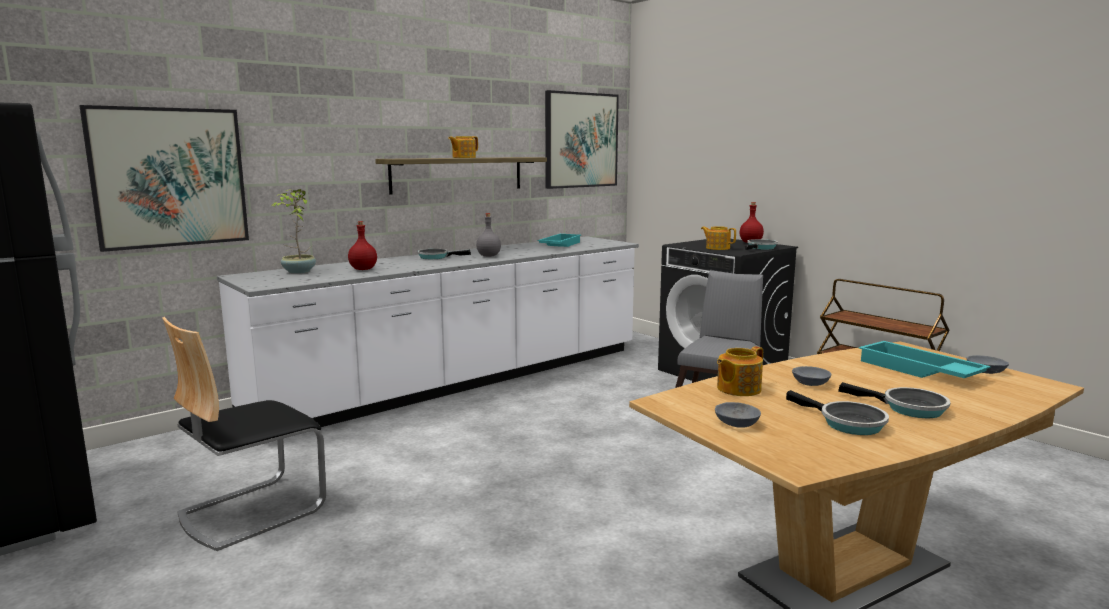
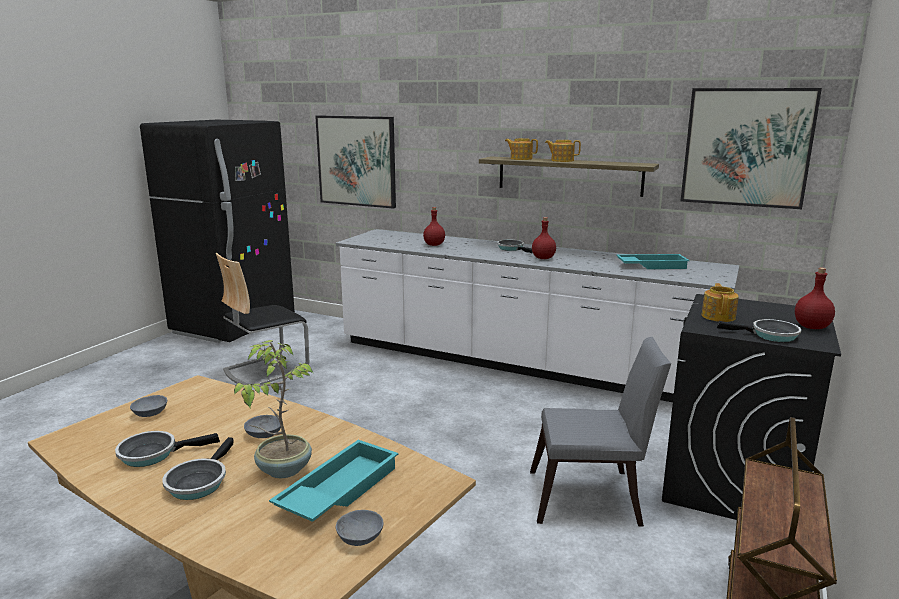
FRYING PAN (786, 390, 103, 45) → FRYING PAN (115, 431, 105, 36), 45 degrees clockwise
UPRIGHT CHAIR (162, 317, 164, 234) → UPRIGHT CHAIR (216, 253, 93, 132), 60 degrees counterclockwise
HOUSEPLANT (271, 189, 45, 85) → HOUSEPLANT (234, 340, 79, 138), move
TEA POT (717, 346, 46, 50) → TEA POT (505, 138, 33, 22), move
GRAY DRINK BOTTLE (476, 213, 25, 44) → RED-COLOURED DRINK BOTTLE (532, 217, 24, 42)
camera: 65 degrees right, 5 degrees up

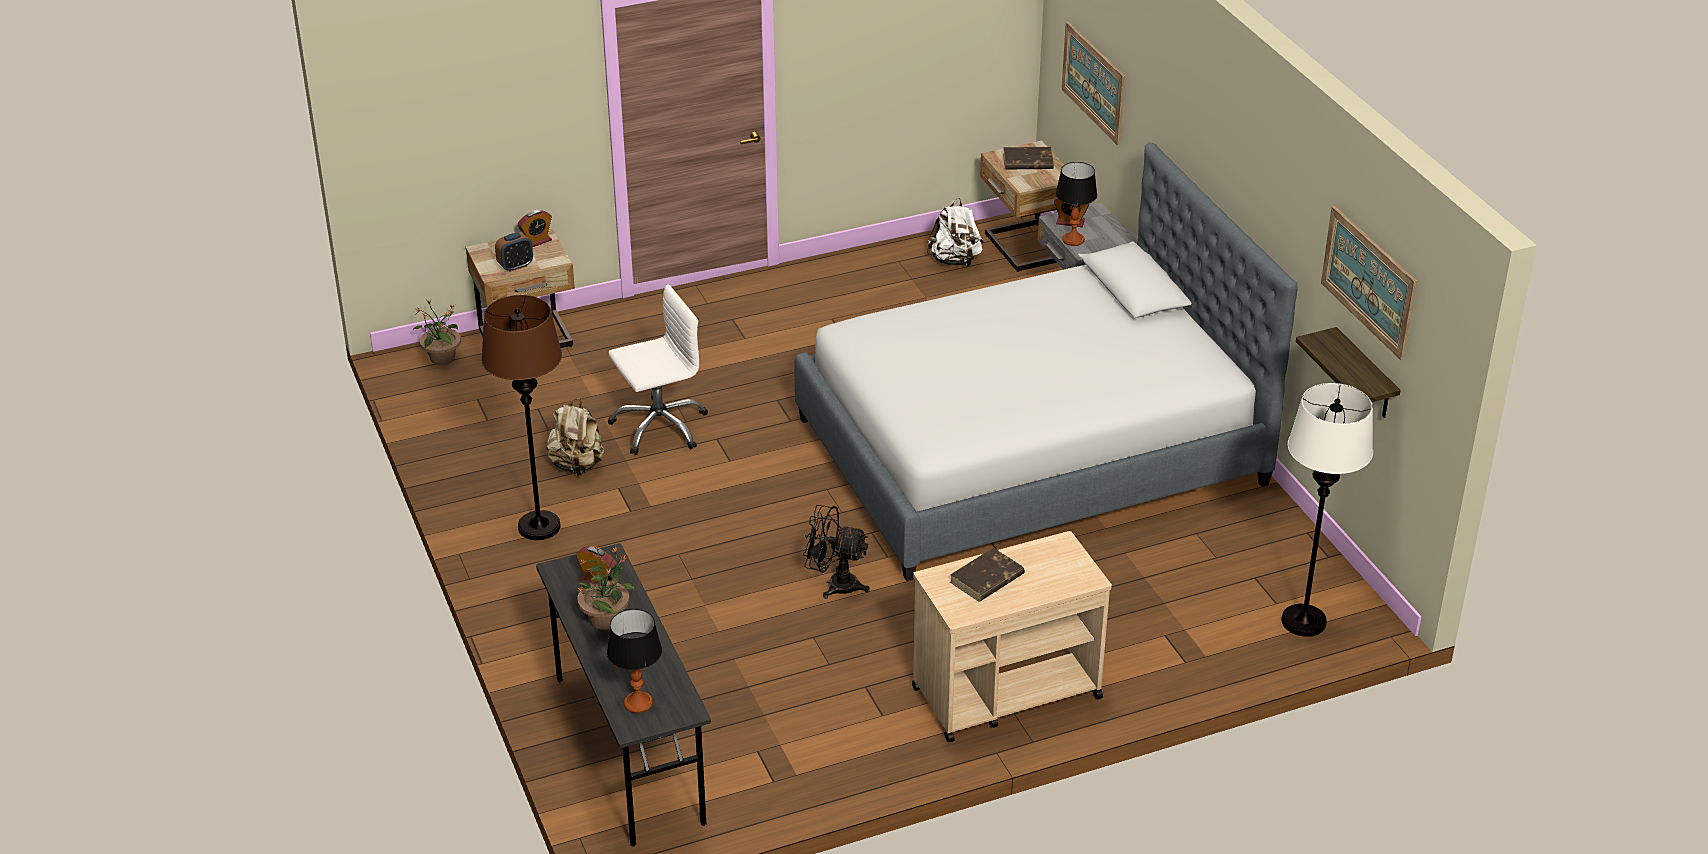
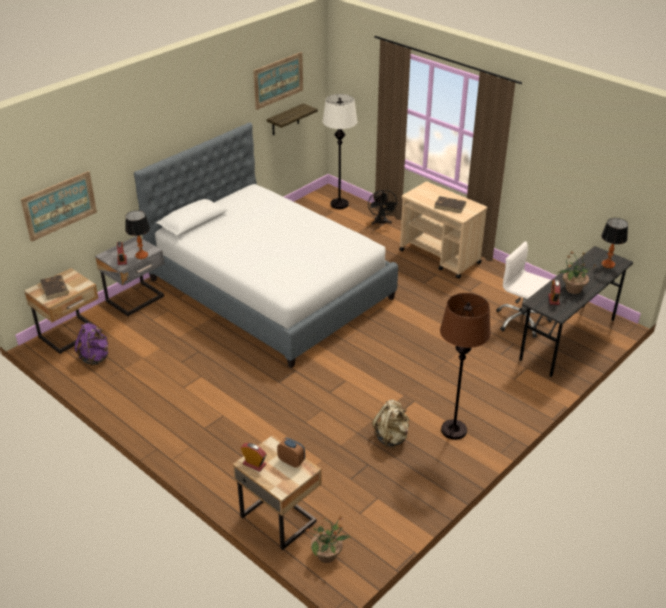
WHITE BACKPACK (926, 198, 58, 69) → PURPLE-COLOURED BACKPACK (74, 323, 34, 43)
BLACK ELECTRIC FAN (803, 505, 67, 94) → BLACK ELECTRIC FAN (368, 190, 30, 35), move
WHITE COMPUTER CHAIR (608, 284, 100, 171) → WHITE COMPUTER CHAIR (496, 241, 56, 97), move
camera: 115 degrees left, 0 degrees up

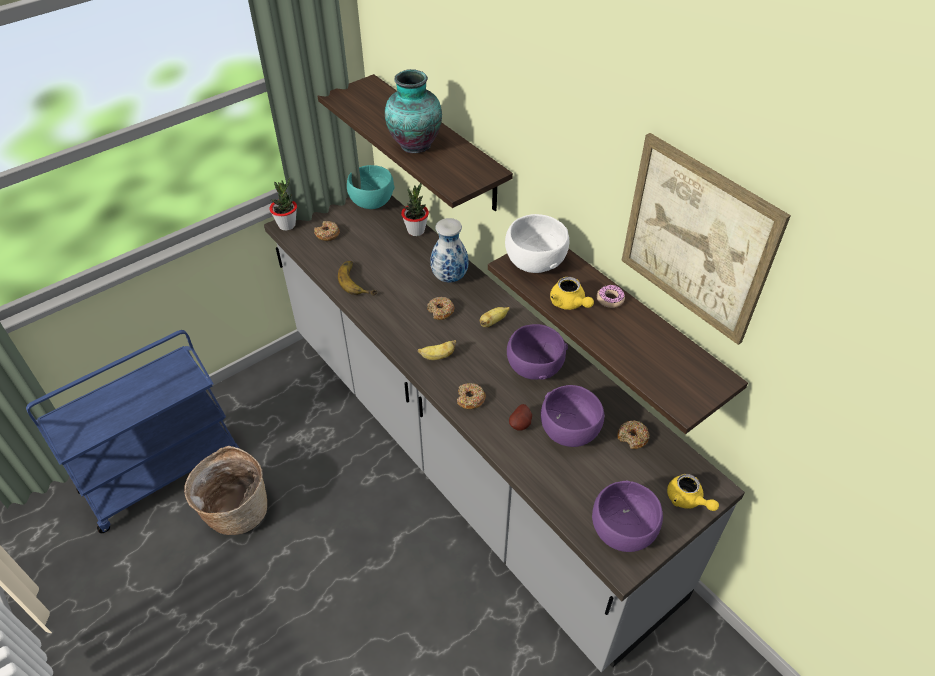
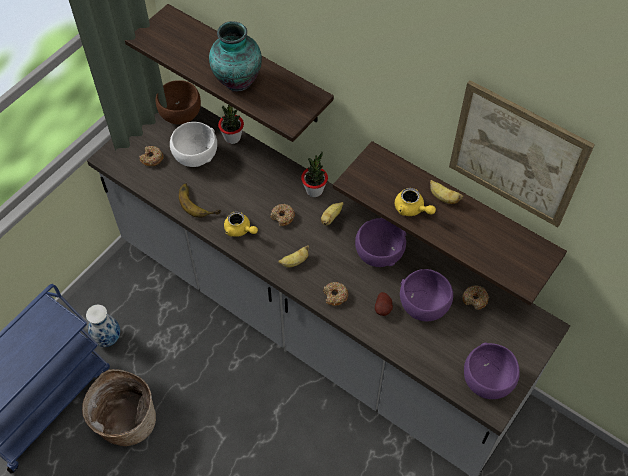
VASE (430, 218, 39, 64) → VASE (86, 305, 34, 42), move
BLUE-GREEN BOWL (347, 165, 48, 44) → BROWN-COLOURED BOWL (156, 80, 45, 44)
WHITE BOWL (505, 214, 65, 59) → WHITE BOWL (170, 122, 47, 45), move
YELLOW-COLOURED TEA POT (667, 474, 52, 37) → YELLOW-COLOURED TEA POT (224, 211, 34, 26), move
HOUSEPLANT (269, 178, 28, 53) → HOUSEPLANT (301, 152, 27, 45), move
DOUGHNUT (597, 285, 28, 23) → BANANA (430, 180, 33, 24)
camera: 15 degrees left, 10 degrees up

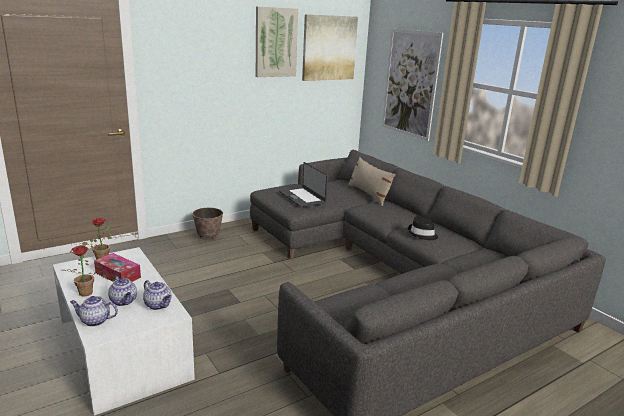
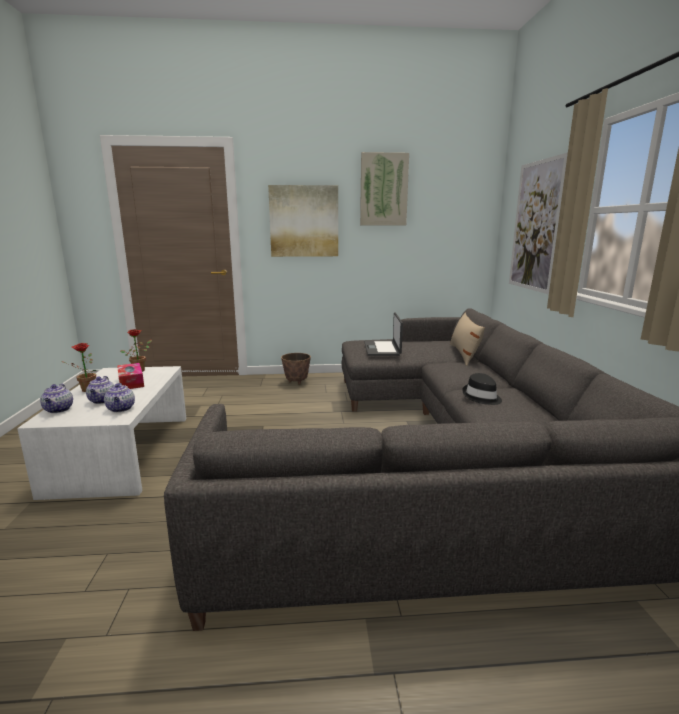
TEA POT (70, 296, 48, 30) → TEA POT (40, 383, 33, 30), 135 degrees counterclockwise
WALL PICTURE (302, 14, 56, 67) → WALL PICTURE (268, 185, 70, 72), move
camera: 30 degrees right, 5 degrees down

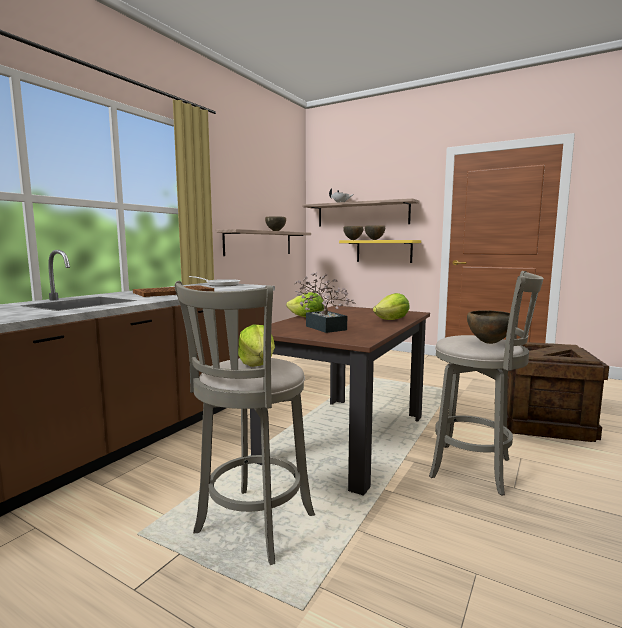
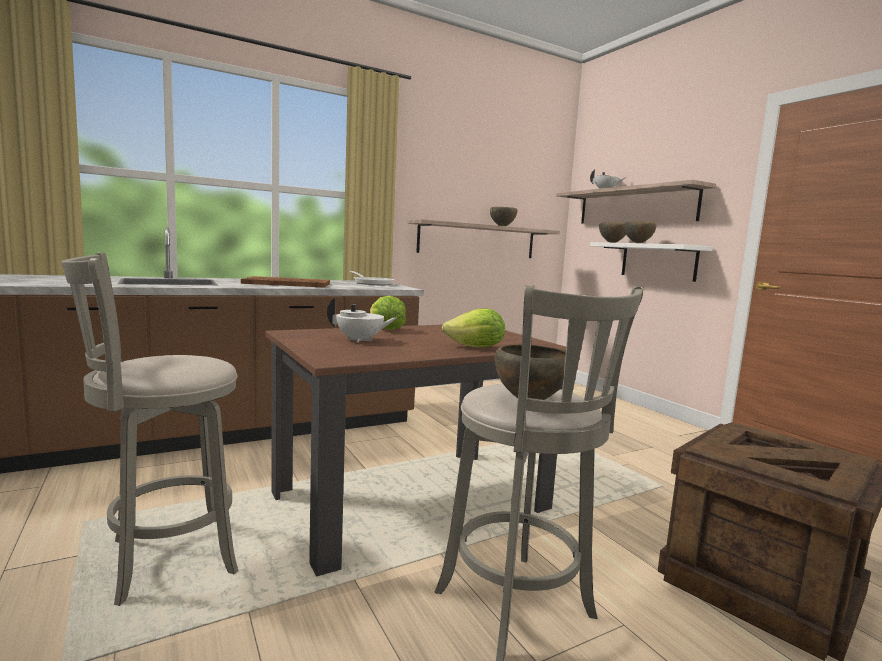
HOUSEPLANT (294, 272, 61, 61) → WHITE TEA POT (327, 298, 70, 45)
YELLOW-COLOURED BRACKET SHELF (339, 240, 82, 23) → WHITE BRACKET SHELF (590, 242, 123, 40)
LETTUCE (238, 325, 37, 42) → -
camera: 30 degrees right, 0 degrees up

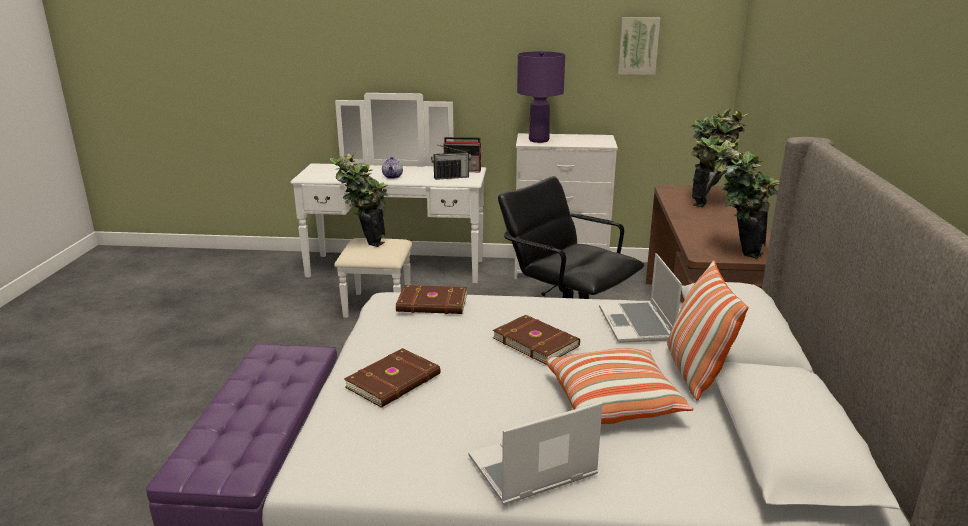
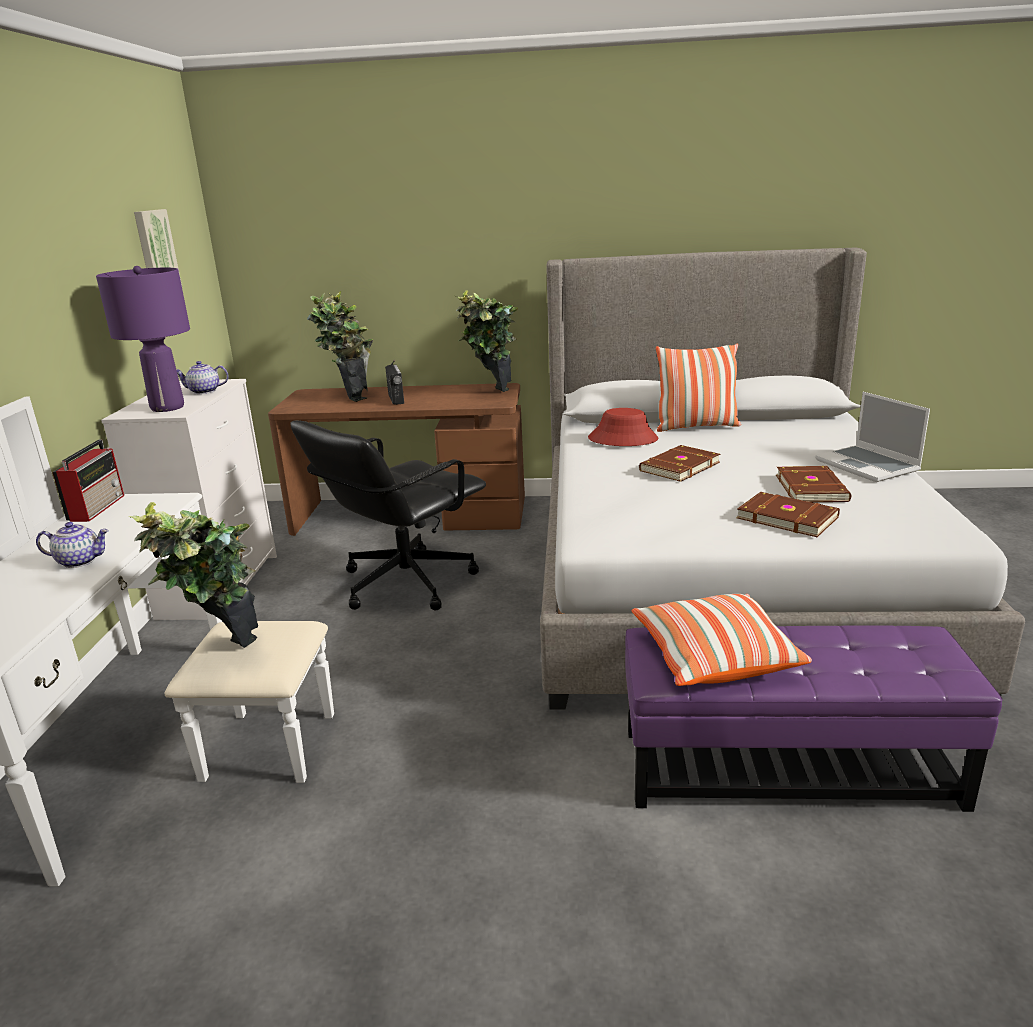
- → TEA POT (177, 361, 52, 33)
RADIO (431, 144, 40, 36) → RADIO (385, 360, 19, 45), move
LAPTOP (599, 253, 83, 90) → RED-COLOURED WEARABLE HAT (588, 408, 70, 38)
THROW PILLOW (545, 348, 149, 76) → THROW PILLOW (632, 594, 180, 92), move
BROWN-COLOURED VOLUME (396, 285, 71, 29) → BROWN-COLOURED VOLUME (776, 466, 75, 36), move
camera: 90 degrees left, 0 degrees up

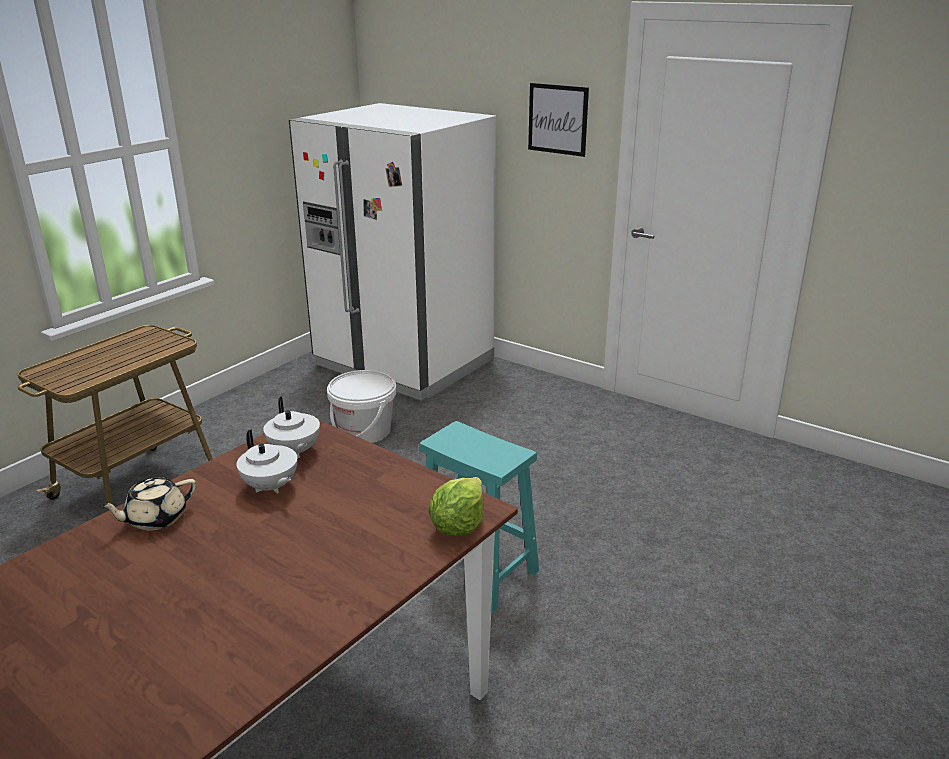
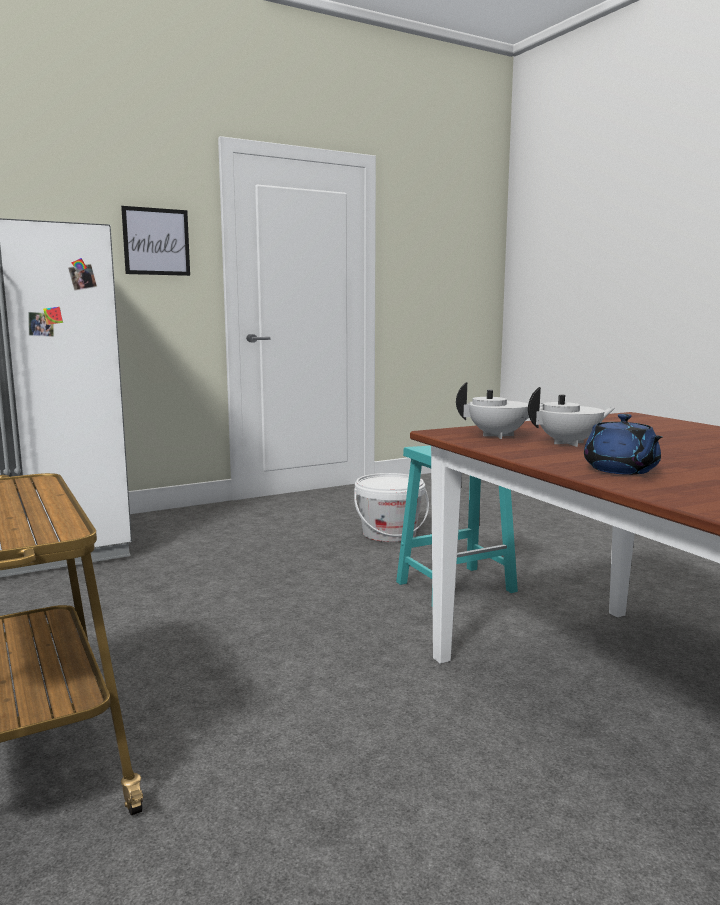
WHITE BUCKET (327, 370, 70, 73) → WHITE BUCKET (354, 473, 75, 69), move
SAND-COLOURED TEA POT (99, 477, 97, 54) → BLUISH TEA POT (584, 414, 79, 61)
LETTUCE (428, 477, 56, 59) → -
camera: 65 degrees left, 15 degrees down

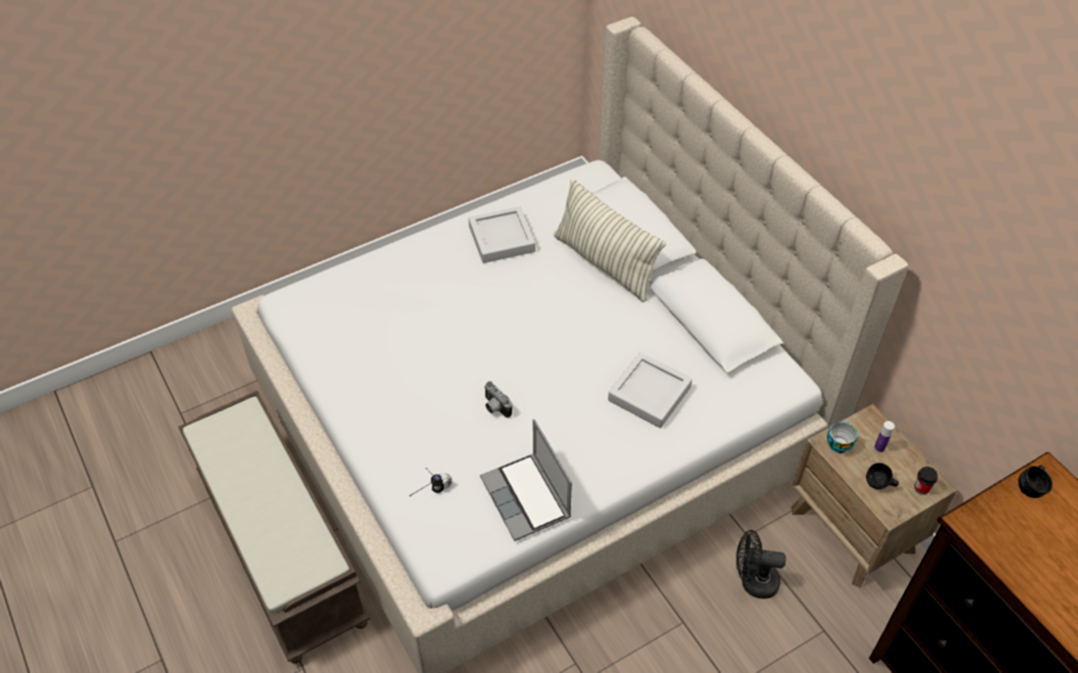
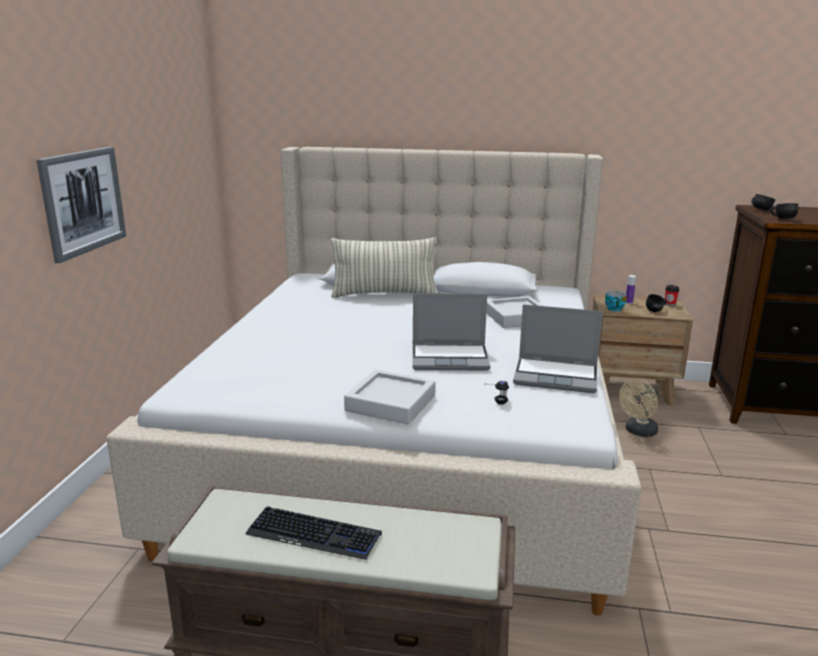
- → WALL PICTURE (37, 147, 89, 116)
- → KEYBOARD (245, 506, 137, 54)
GRAY TRAY (468, 206, 68, 57) → GRAY TRAY (344, 370, 92, 54), move
STILL CAMERA (484, 381, 28, 37) → LAPTOP (413, 293, 77, 78)
BLACK ELECTRIC FAN (736, 530, 50, 69) → SAND-COLOURED ELECTRIC FAN (619, 379, 39, 58)
- → BLACK TEA MUG (770, 203, 29, 16)
camera: 50 degrees left, 30 degrees down

